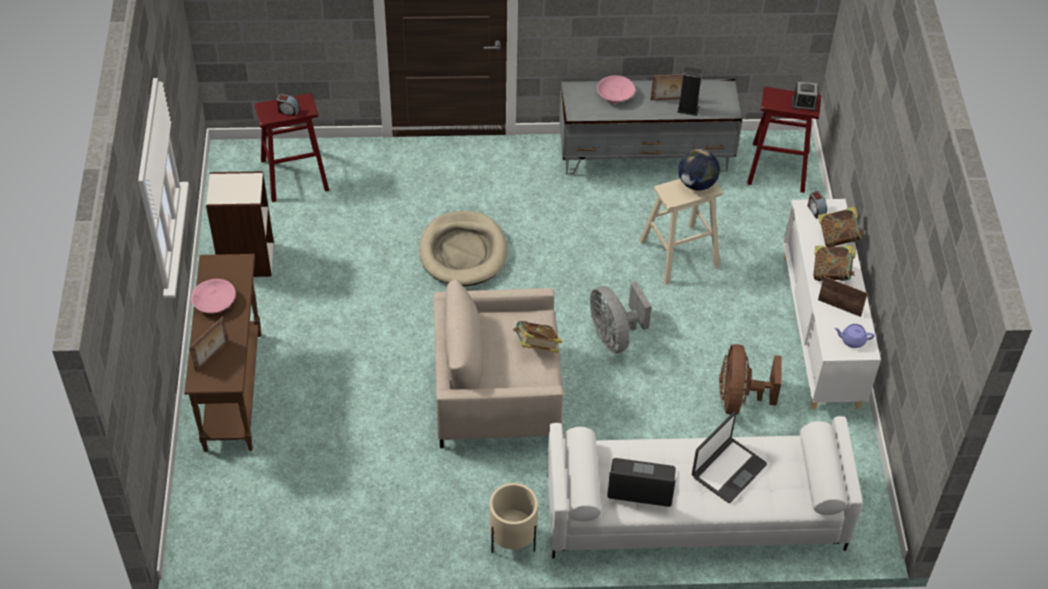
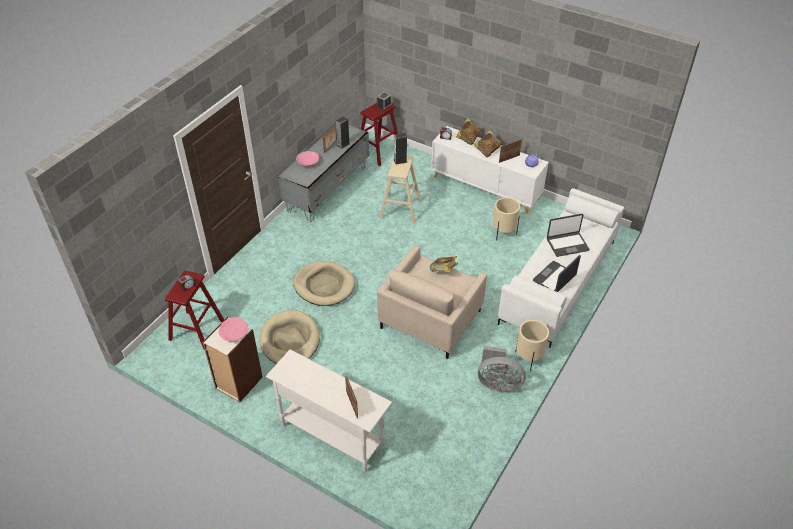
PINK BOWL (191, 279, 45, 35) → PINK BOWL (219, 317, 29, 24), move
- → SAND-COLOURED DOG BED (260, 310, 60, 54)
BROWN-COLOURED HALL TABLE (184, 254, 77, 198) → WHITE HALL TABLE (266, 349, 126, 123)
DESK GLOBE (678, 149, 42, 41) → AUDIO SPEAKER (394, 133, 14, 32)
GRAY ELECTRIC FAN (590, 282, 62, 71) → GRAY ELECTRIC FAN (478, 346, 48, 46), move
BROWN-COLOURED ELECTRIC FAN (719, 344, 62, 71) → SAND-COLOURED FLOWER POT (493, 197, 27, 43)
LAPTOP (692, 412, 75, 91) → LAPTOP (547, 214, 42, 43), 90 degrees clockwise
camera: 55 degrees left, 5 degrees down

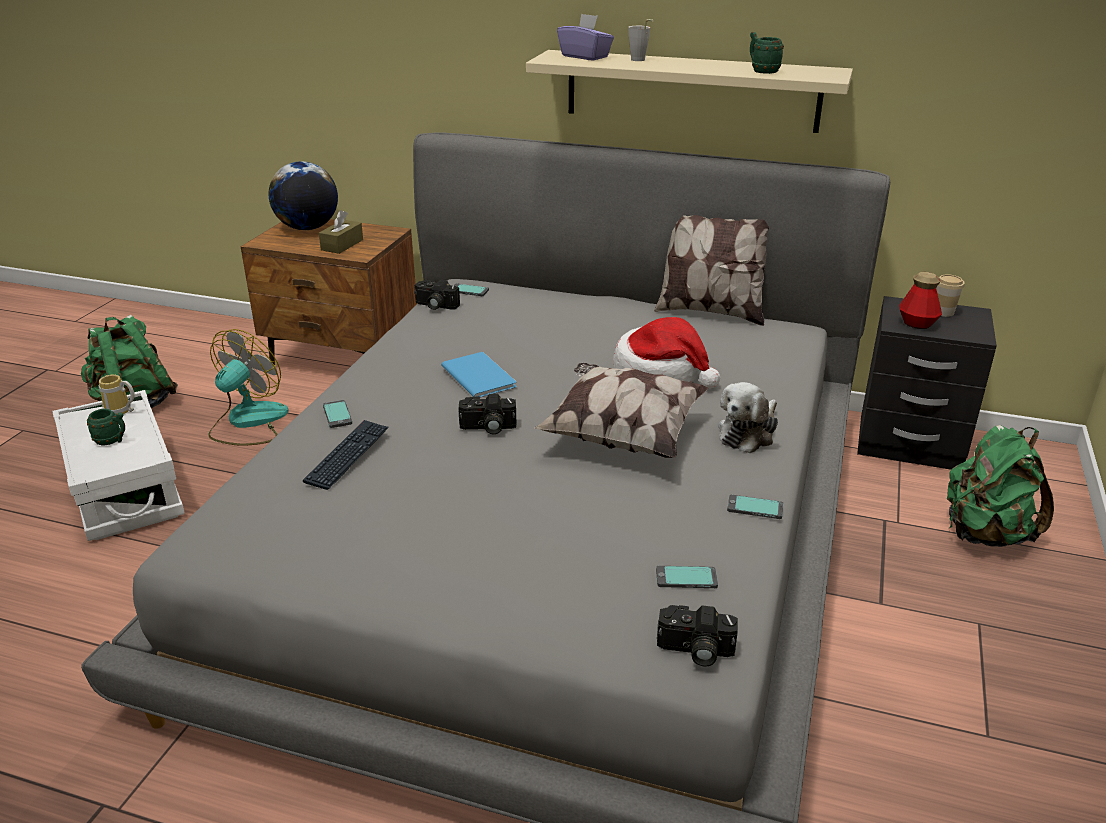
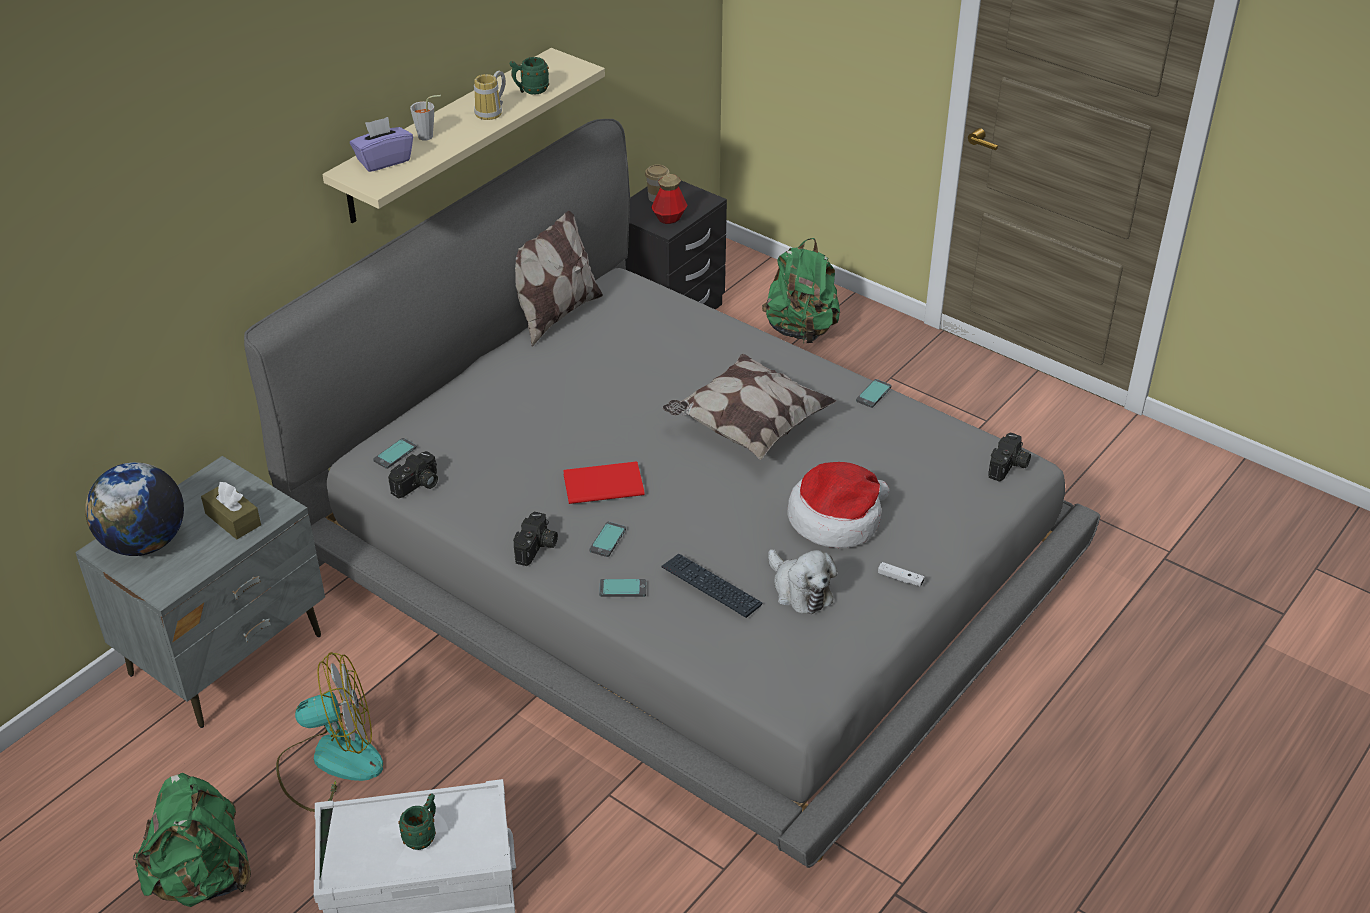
BROWN-COLOURED BEDSIDE TABLE (241, 219, 176, 146) → GRAY BEDSIDE TABLE (75, 456, 250, 272)
ELECTRIC FAN (208, 329, 81, 117) → ELECTRIC FAN (276, 652, 107, 160), 120 degrees clockwise
TEA MUG (99, 374, 36, 40) → TEA MUG (474, 71, 32, 49), move
STILL CAMERA (458, 394, 58, 40) → STILL CAMERA (513, 512, 45, 54), move
BLUISH VOLUME (441, 352, 76, 45) → RED-COLOURED VOLUME (563, 462, 82, 42)
HANDSET (656, 566, 62, 22) → HANDSET (589, 522, 37, 35), move
PLUSH TOY (718, 382, 60, 71) → PLUSH TOY (768, 549, 69, 65), move
WEARABLE HAT (613, 317, 107, 72) → WEARABLE HAT (788, 462, 101, 86), move
- → WHITE GAMEPAD (878, 562, 46, 25)
camera: 70 degrees left, 10 degrees up

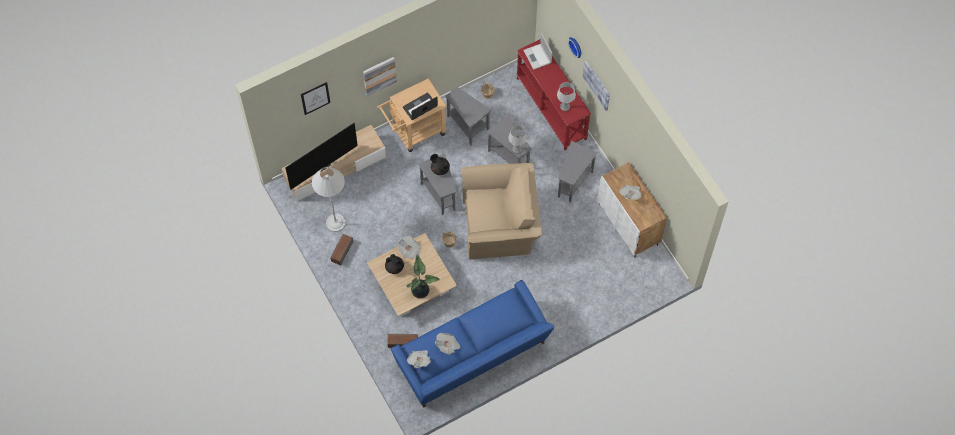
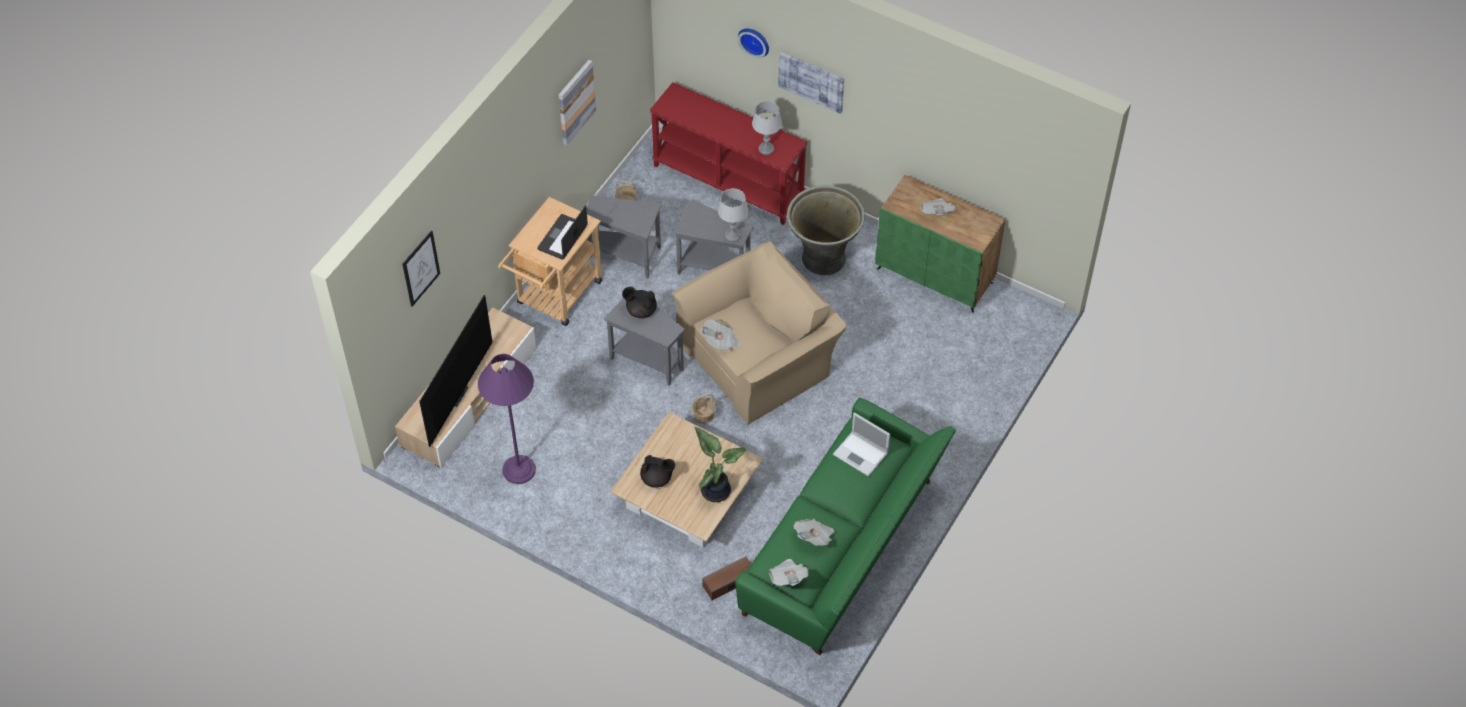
WHITE FLOOR LAMP (312, 167, 34, 65) → PURPLE-COLOURED FLOOR LAMP (478, 354, 58, 130)
WALL PICTURE (363, 57, 34, 39) → WALL PICTURE (559, 60, 37, 85), move
NEWSPAPER (398, 236, 23, 23) → NEWSPAPER (701, 319, 40, 32), move
BLUISH COUCH (391, 280, 163, 127) → GREENISH COUCH (735, 398, 221, 257)
GRAY END TABLE (558, 141, 40, 62) → GRAY FLOWER POT (787, 186, 78, 89)
LAPTOP (523, 33, 29, 37) → LAPTOP (833, 412, 57, 65), move
WHITE CABINET (597, 162, 70, 95) → GREENISH CABINET (875, 175, 130, 138)
AUDIO SPEAKER (330, 234, 23, 32) → -
camera: 30 degrees left, 10 degrees down

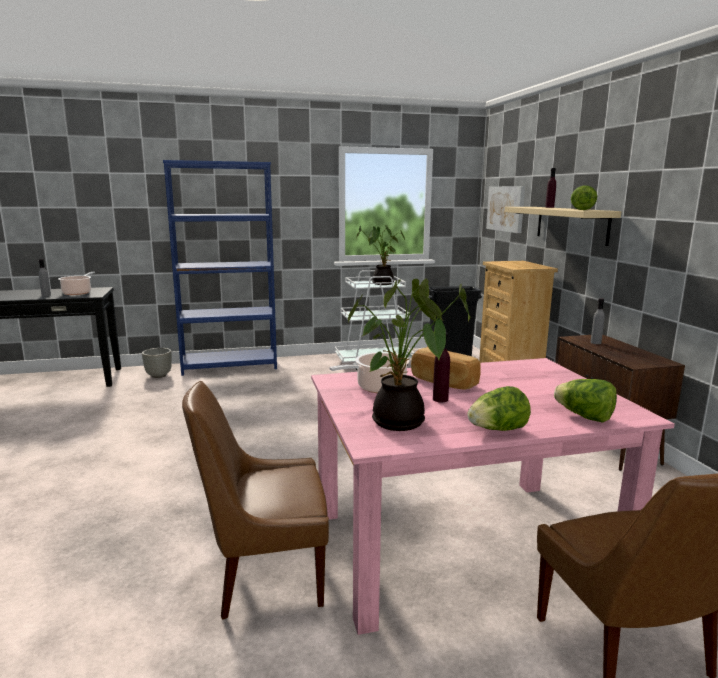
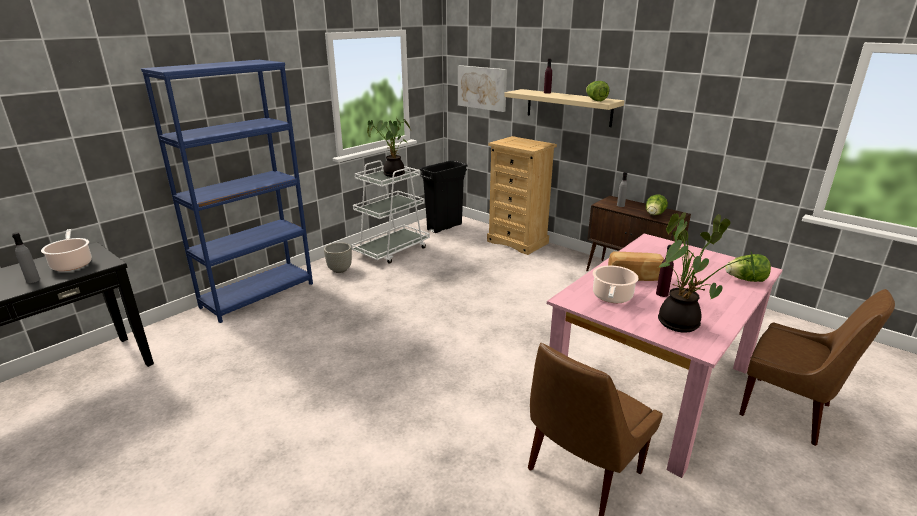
GRAY FLOWER POT (142, 348, 30, 30) → GRAY FLOWER POT (324, 242, 28, 31), move
LETTUCE (467, 386, 64, 45) → LETTUCE (646, 194, 22, 21), move
camera: 35 degrees left, 10 degrees up

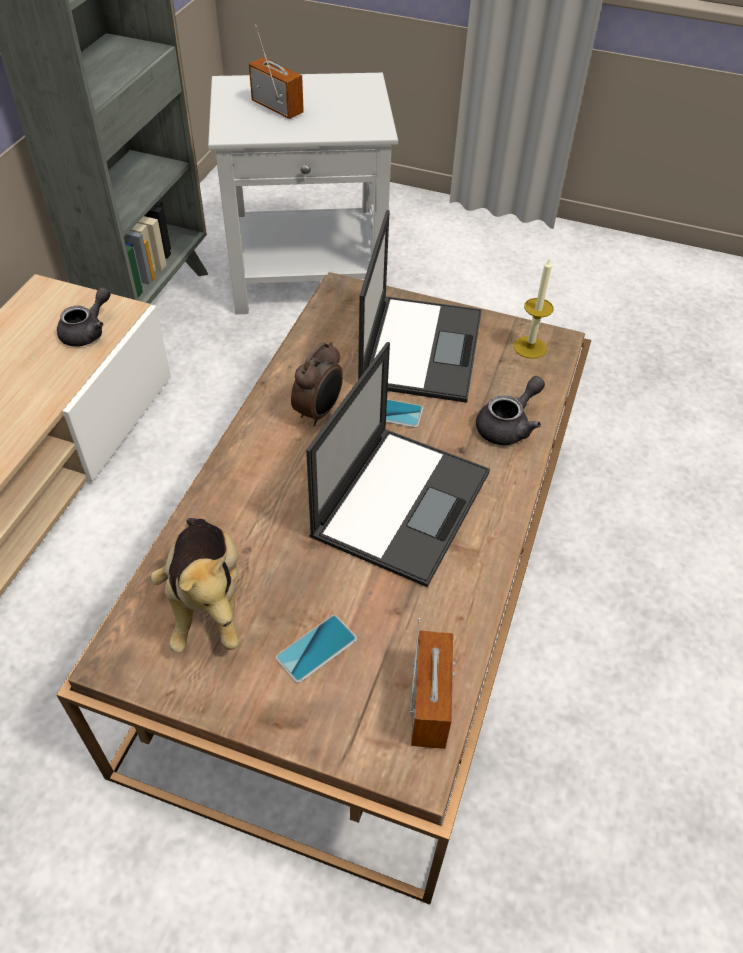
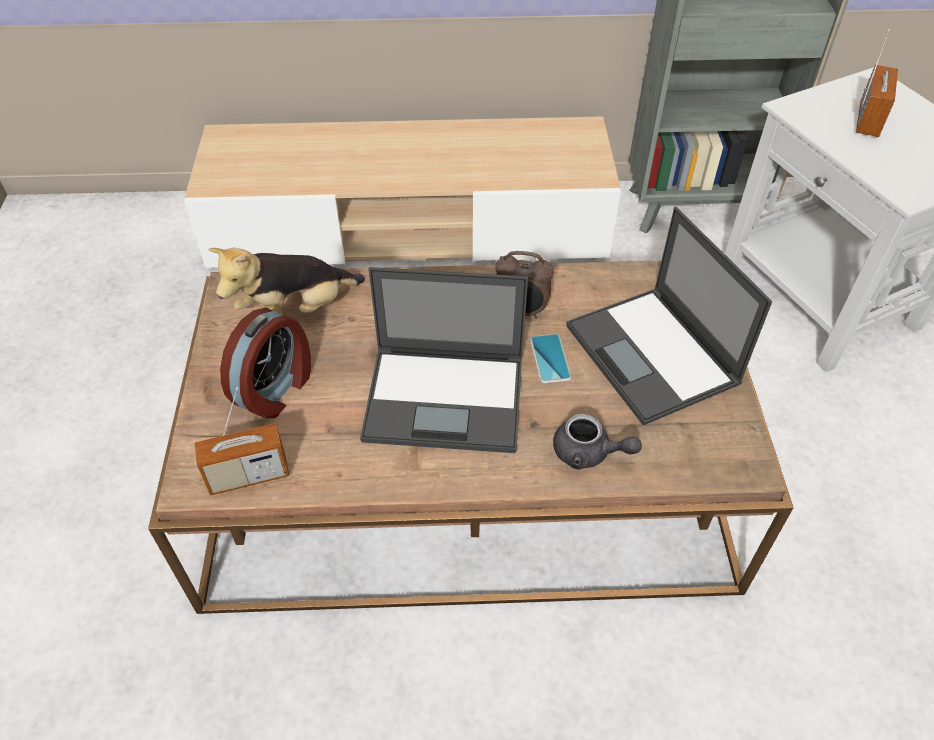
HANDSET (276, 615, 81, 68) → TABLE CLOCK (220, 308, 91, 110)
LAPTOP (358, 210, 124, 193) → LAPTOP (566, 207, 206, 218), 75 degrees clockwise
GRAY TEA POT (57, 287, 54, 60) → -
CANDLE (514, 258, 39, 101) → -
camera: 70 degrees right, 0 degrees up

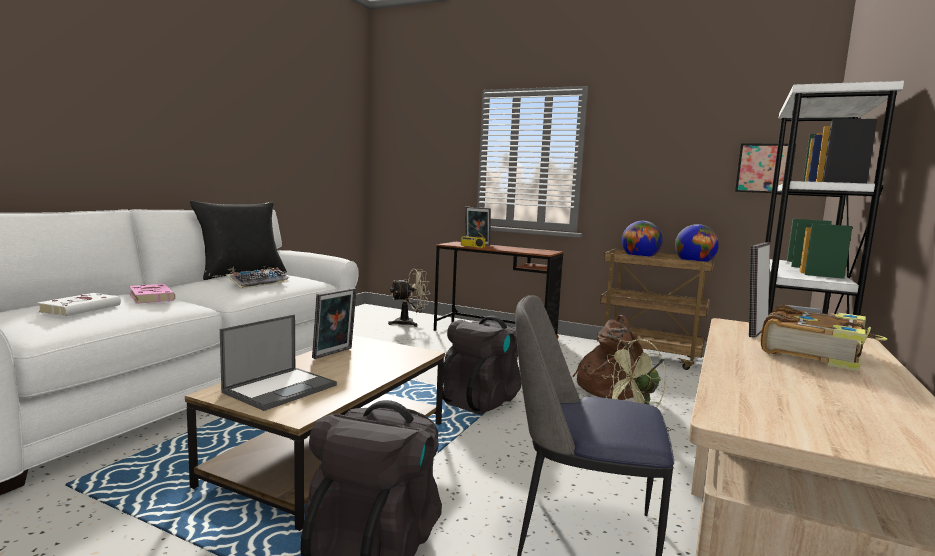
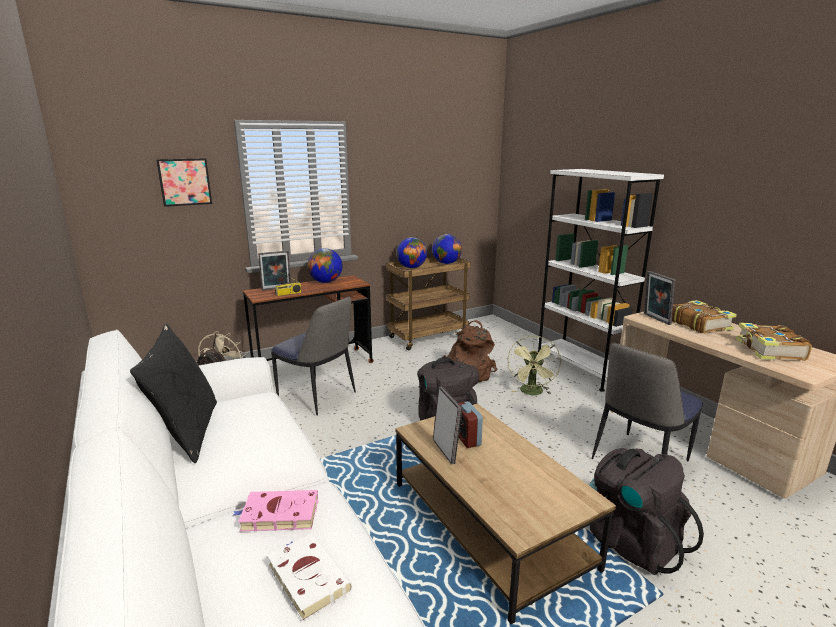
WALL PICTURE (735, 143, 61, 50) → WALL PICTURE (156, 158, 56, 49), move
- → UPRIGHT CHAIR (271, 296, 85, 120)
- → DESK GLOBE (307, 248, 35, 35)
- → TABLE CLOCK (459, 401, 24, 47)
- → VOLUME (736, 323, 76, 38)
LAPTOP (220, 314, 117, 97) → -
KEYBOARD (225, 268, 64, 21) → -
camera: 55 degrees left, 10 degrees up

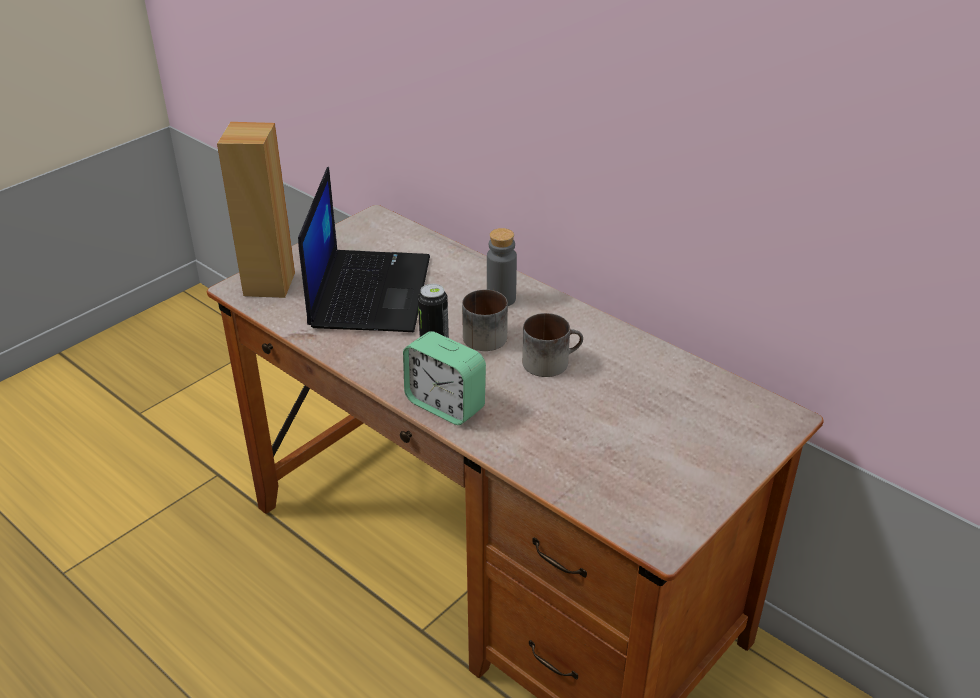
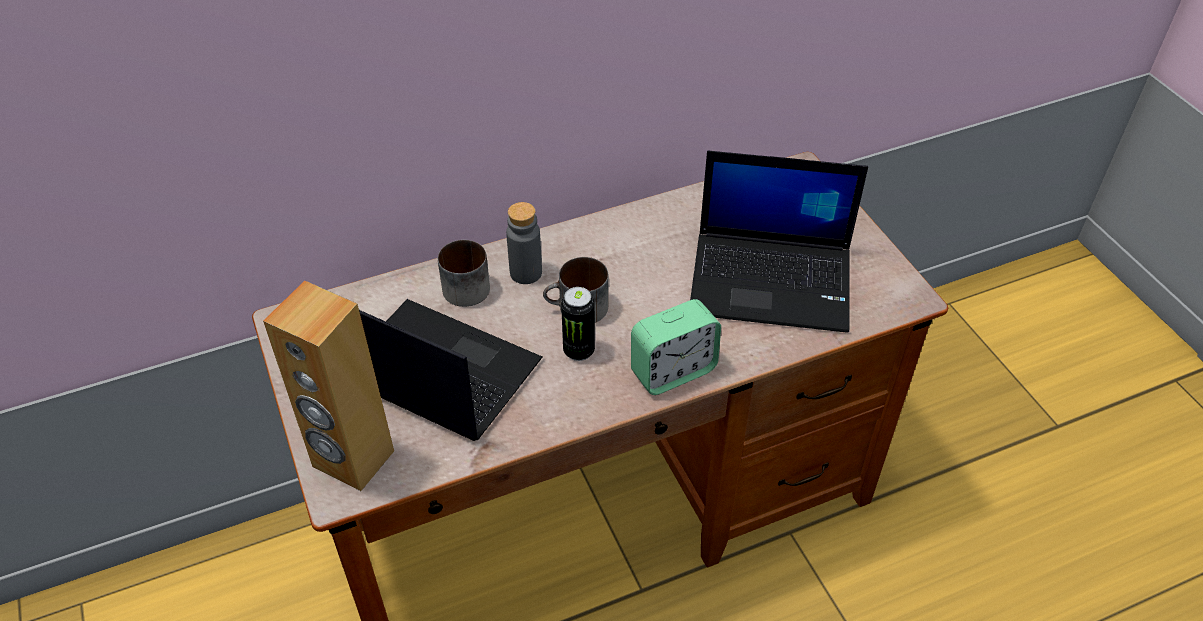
TEA MUG (522, 313, 61, 64) → TEA MUG (438, 240, 52, 67), move
- → LAPTOP (690, 151, 178, 182)
camera: 65 degrees left, 10 degrees up

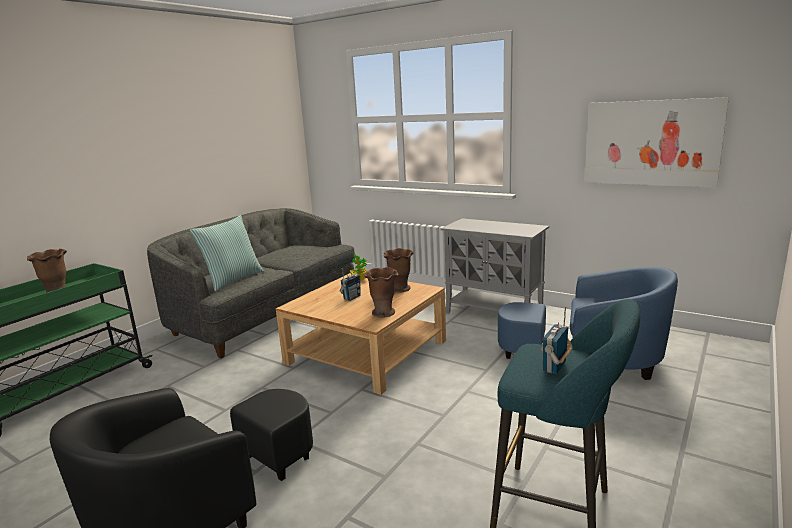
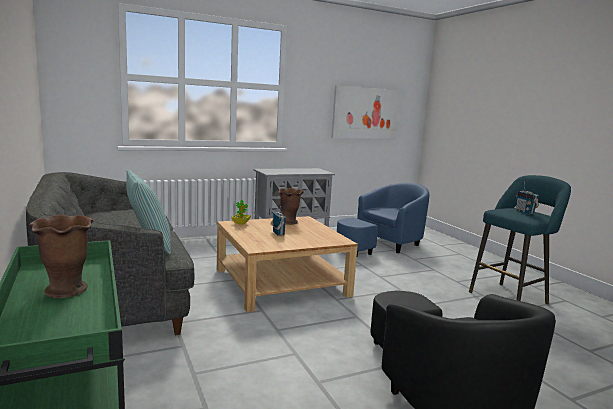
BROWN-COLOURED VASE (364, 267, 34, 51) → -
camera: 60 degrees left, 5 degrees down

